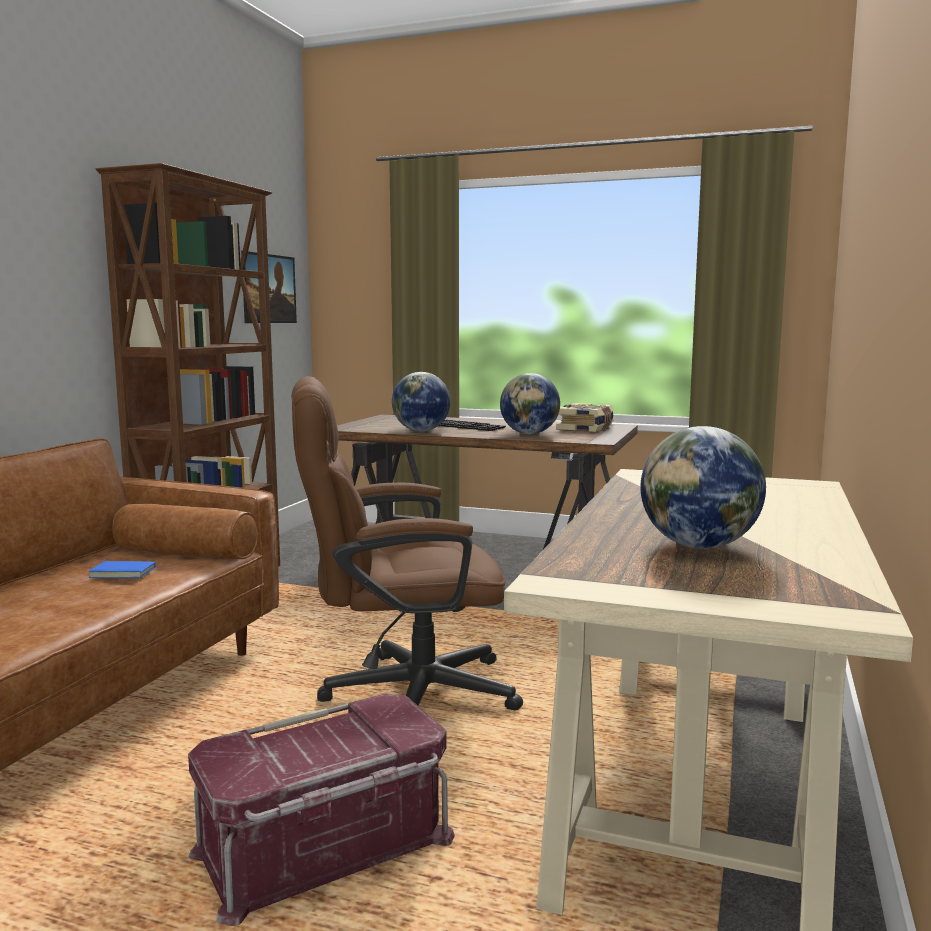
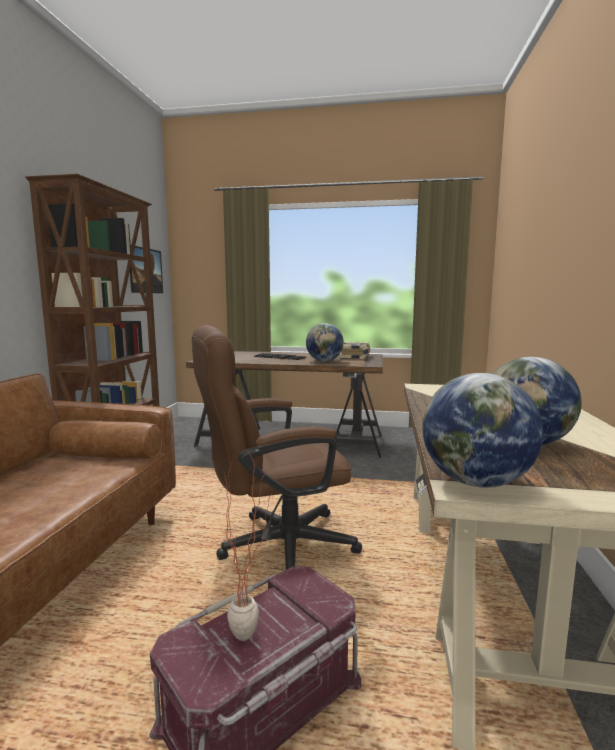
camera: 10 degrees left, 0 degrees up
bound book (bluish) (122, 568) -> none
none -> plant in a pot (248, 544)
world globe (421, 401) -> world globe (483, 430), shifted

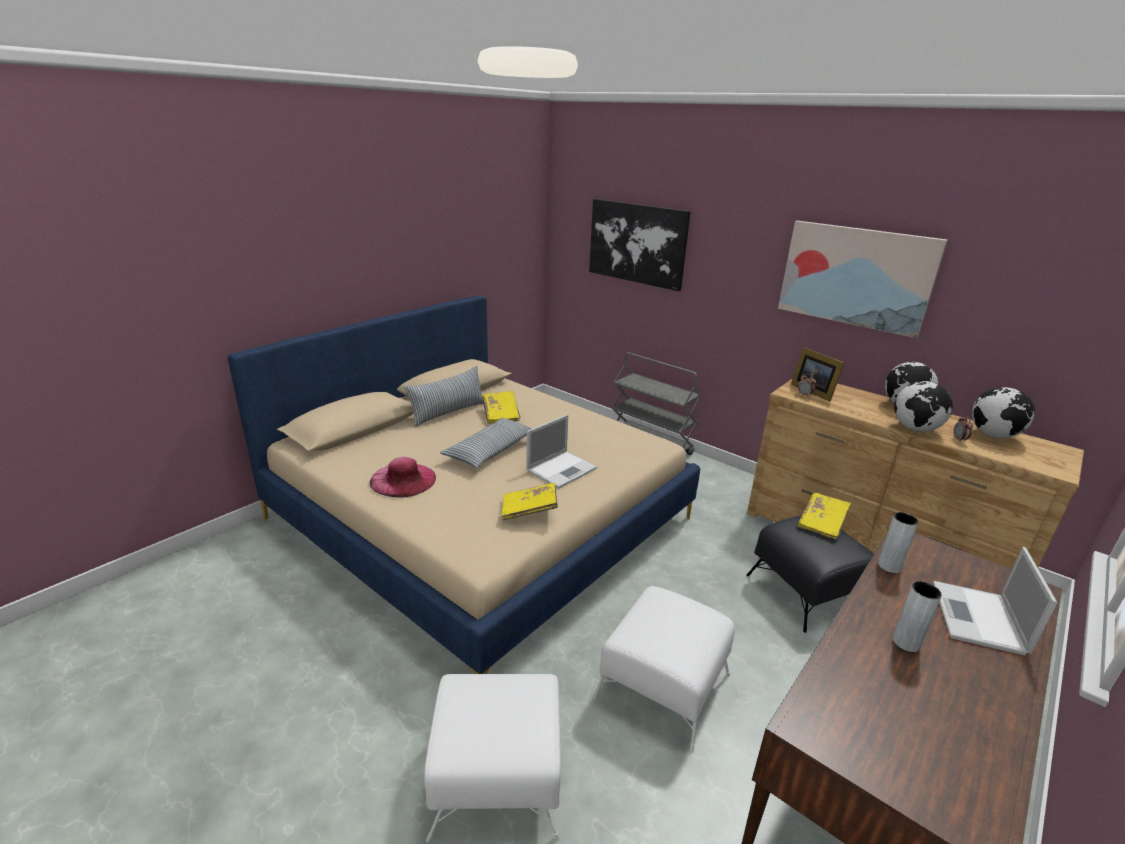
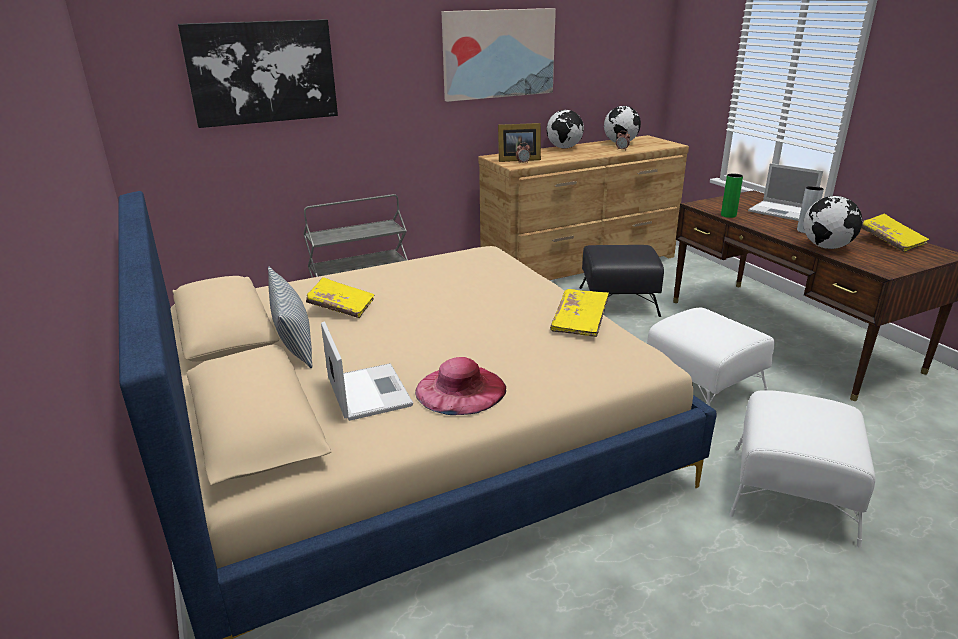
camera: 65 degrees left, 0 degrees up
throw pillow (486, 442) -> none
notebook computer (561, 452) -> notebook computer (367, 371), shifted
bound book (yellowish) (824, 516) -> bound book (yellowish) (895, 233), shifted
world globe (923, 406) -> world globe (832, 222), shifted
vase (gray) (898, 542) -> vase (green-coloured) (732, 196)

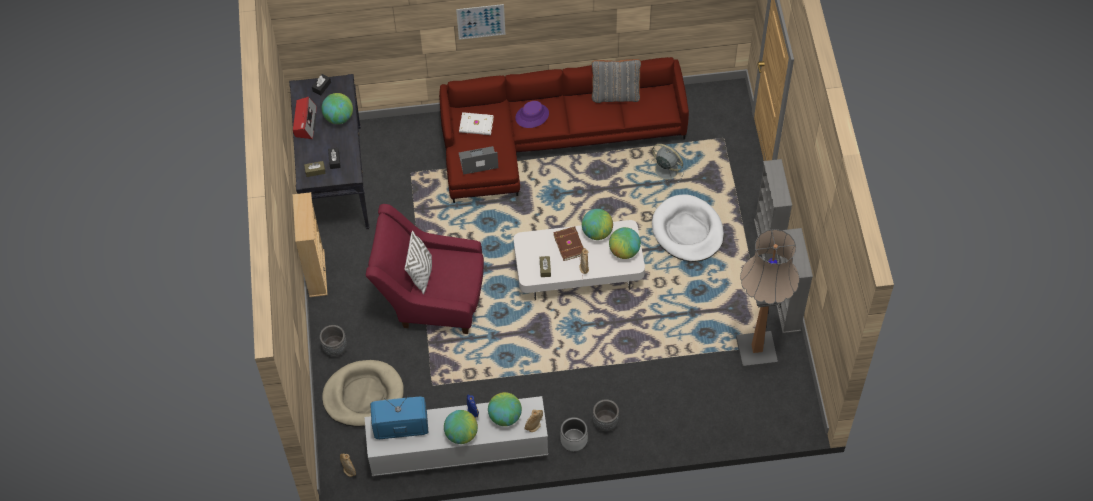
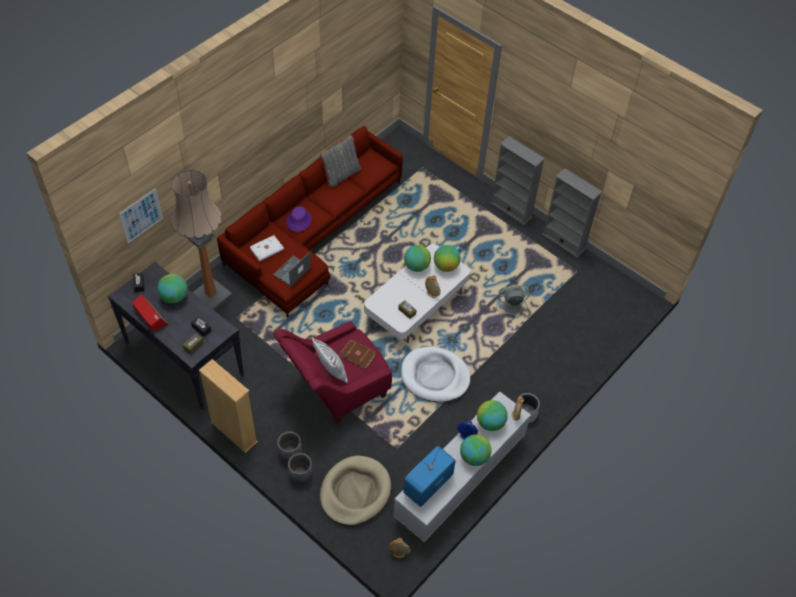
camera: 45 degrees left, 5 degrees down
wall picture (481, 22) -> wall picture (141, 215), shifted
bound book (brownish) (568, 243) -> bound book (brownish) (358, 354), shifted
flower pot (gray) (606, 415) -> flower pot (gray) (289, 446), shifted
fan (gray) (666, 163) -> fan (gray) (513, 302), shifted
dog bed (white) (688, 228) -> dog bed (white) (436, 374), shifted
standing lamp (767, 299) -> standing lamp (201, 240), shifted

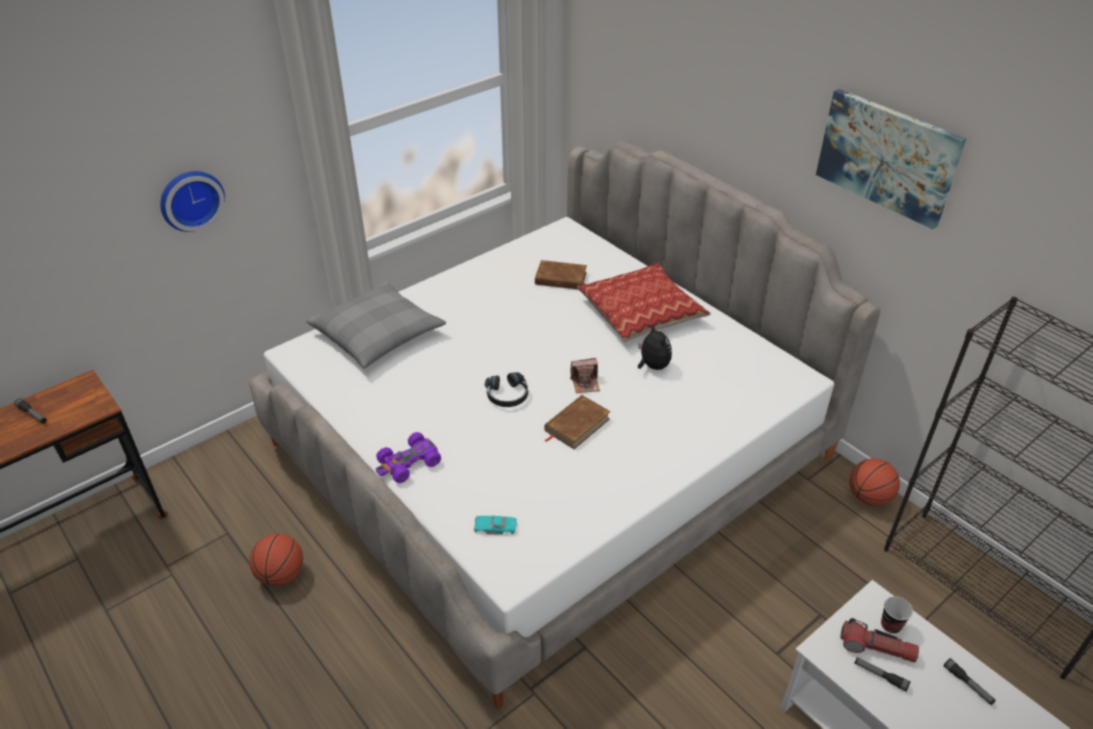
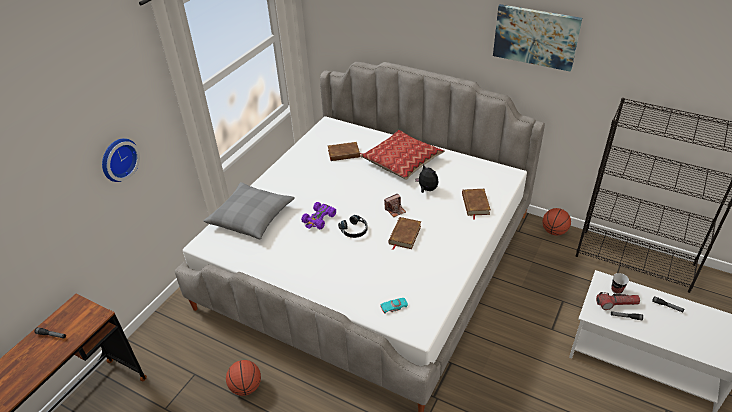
camera: 20 degrees left, 0 degrees up
none -> bound book (brownish) (476, 204)
model car (purple-coloured) (408, 457) -> model car (purple-coloured) (318, 215), shifted

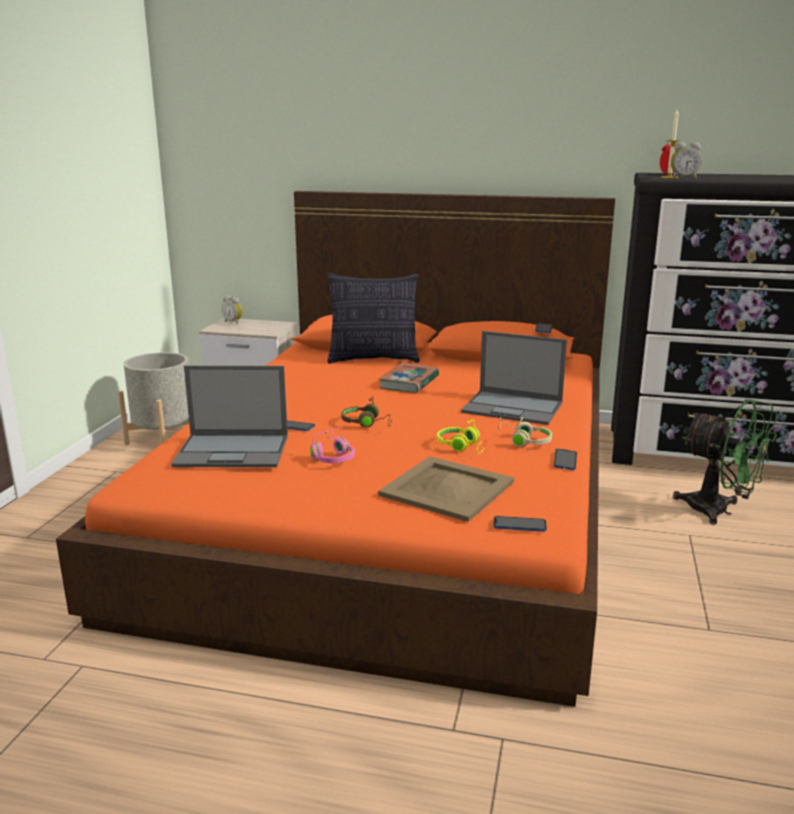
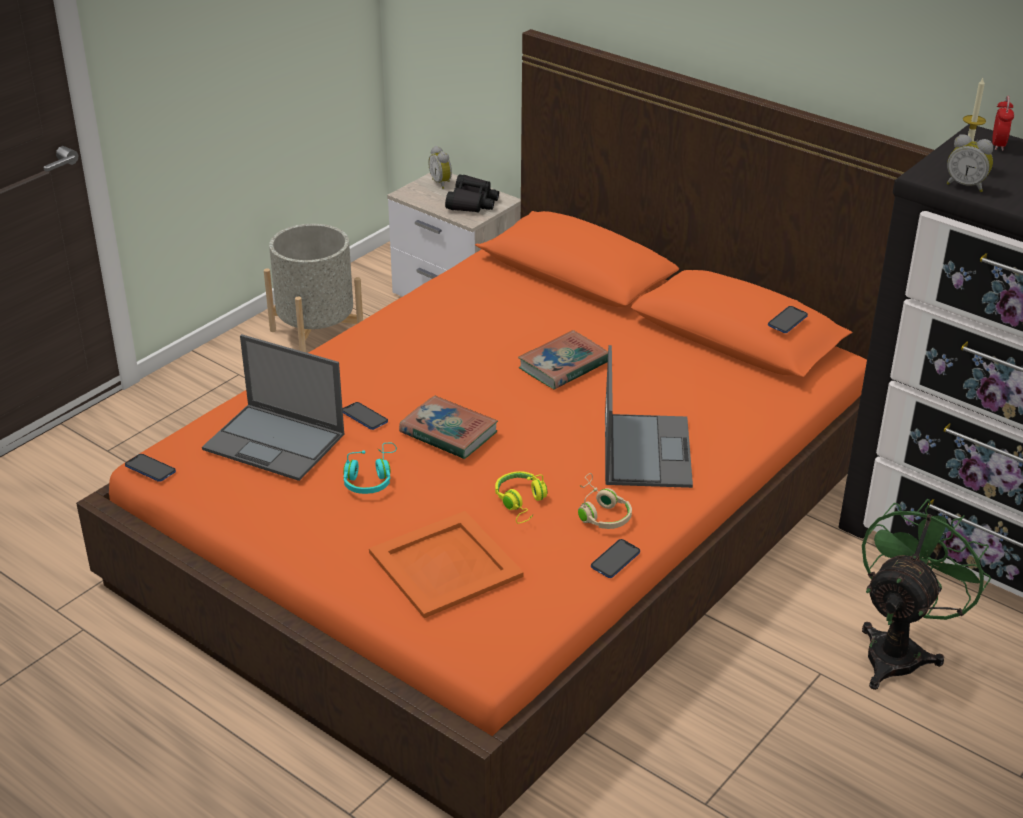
camera: 25 degrees right, 15 degrees up
throw pillow (373, 318) -> none
none -> pair of binoculars (blackish) (472, 194)
handset (520, 524) -> handset (150, 468), shifted
headphones (brownish) (366, 412) -> bound book (448, 427)
headphones (pink) (332, 445) -> headphones (blue-green) (370, 468)
carrying tray (beige-coloured) (446, 489) -> carrying tray (orangey) (446, 564)
notebook computer (514, 378) -> notebook computer (649, 416), 135 degrees counterclockwise
fan (green-coloured) (725, 462) -> fan (green-coloured) (926, 594), 120 degrees counterclockwise

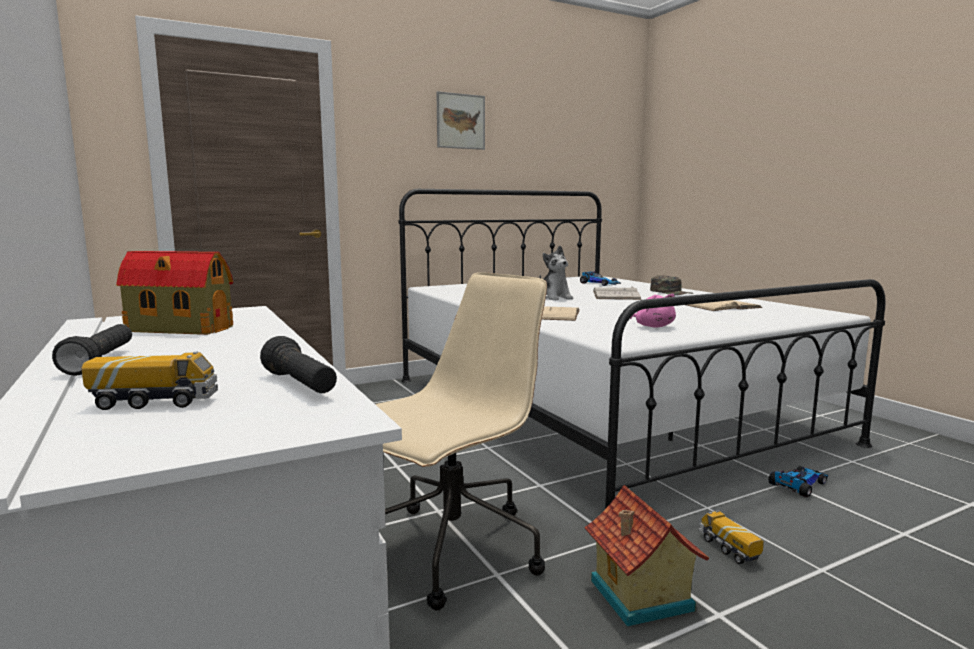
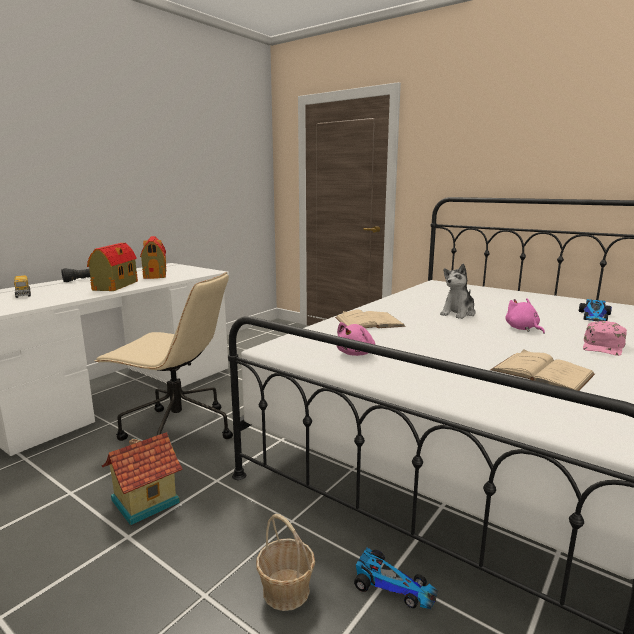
camera: 65 degrees right, 5 degrees up
hand torch (blackish) (298, 364) -> none
wall picture (460, 120) -> none
model truck (731, 537) -> none
none -> miniature house (112, 267)
none -> storage basket (285, 562)
bound book (white) (617, 293) -> cuddly toy (pink) (525, 316)
cap (green-coloured) (671, 285) -> cap (pink) (605, 338)

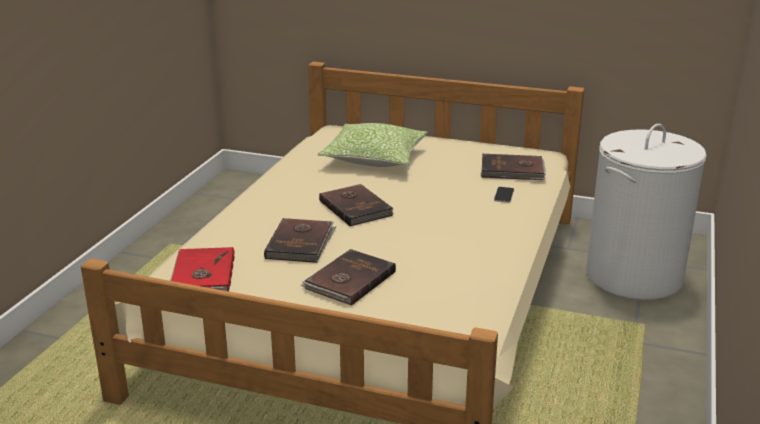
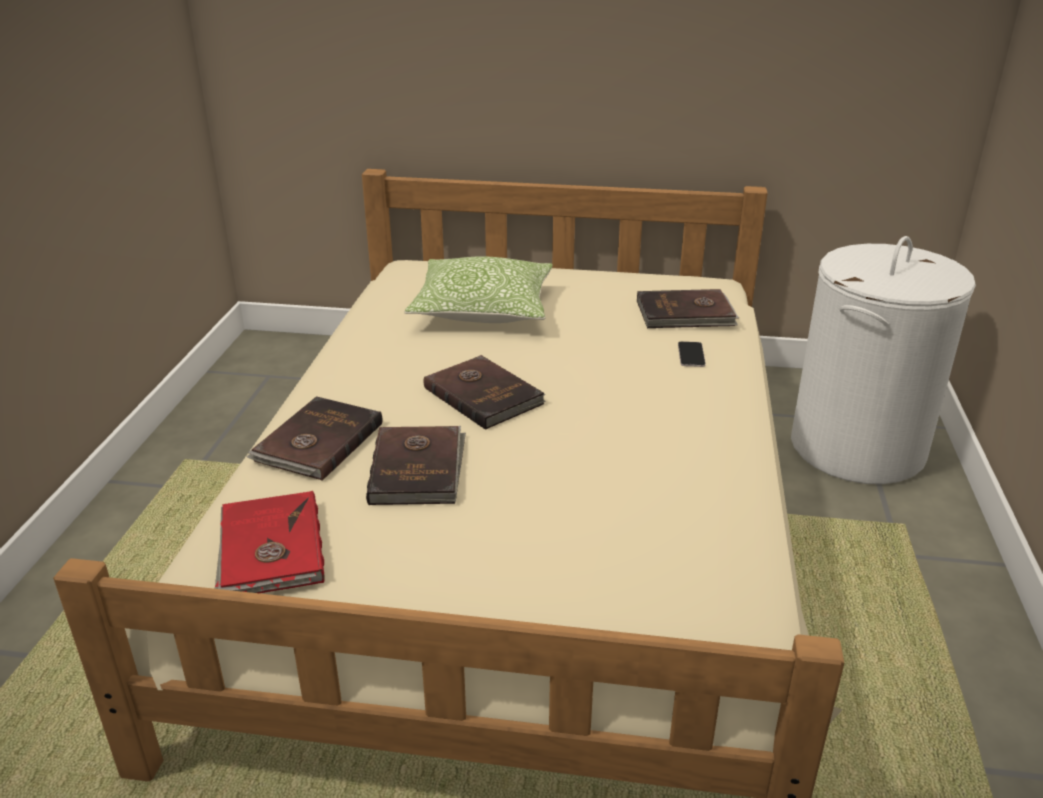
camera: 10 degrees left, 5 degrees up
bound book (brownish) (348, 277) -> bound book (brownish) (314, 438), shifted

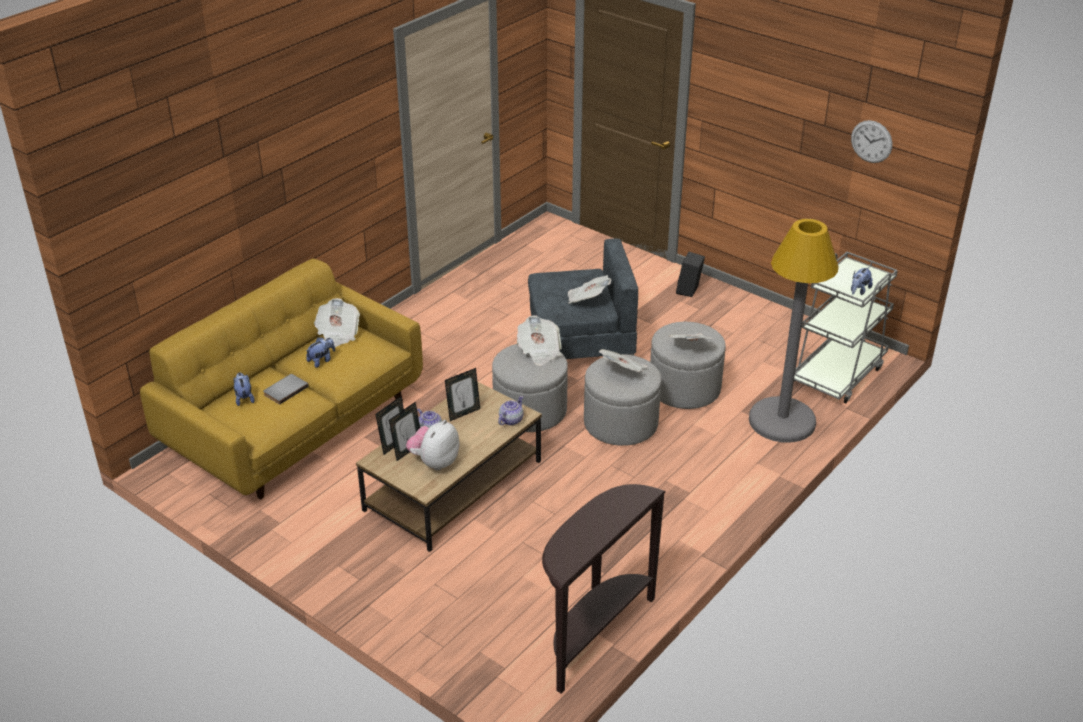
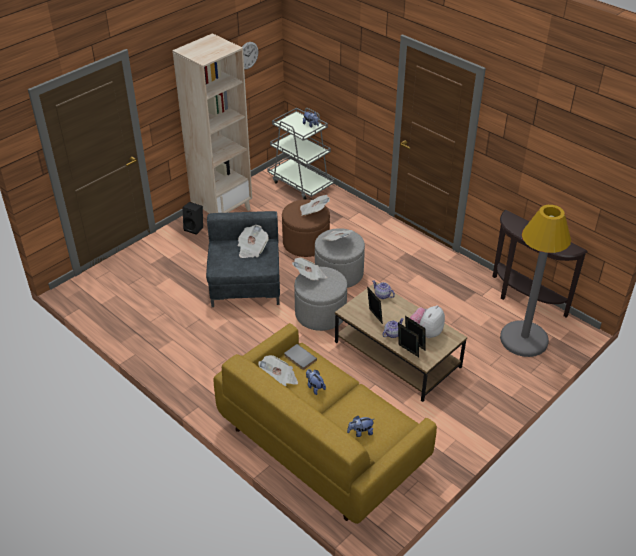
camera: 85 degrees left, 5 degrees up
none -> bookshelf (beige-coloured) (212, 123)
bound book (gray) (286, 389) -> bound book (gray) (300, 357), shifted
standing lamp (gray) (794, 331) -> standing lamp (gray) (535, 281), shifted
ottoman (gray) (688, 365) -> ottoman (brownish) (306, 228)
cuddly toy (433, 445) -> cuddly toy (427, 321), 90 degrees clockwise

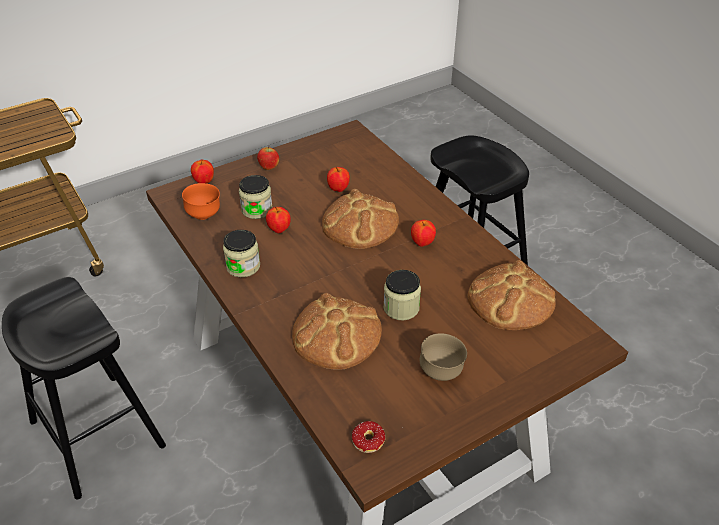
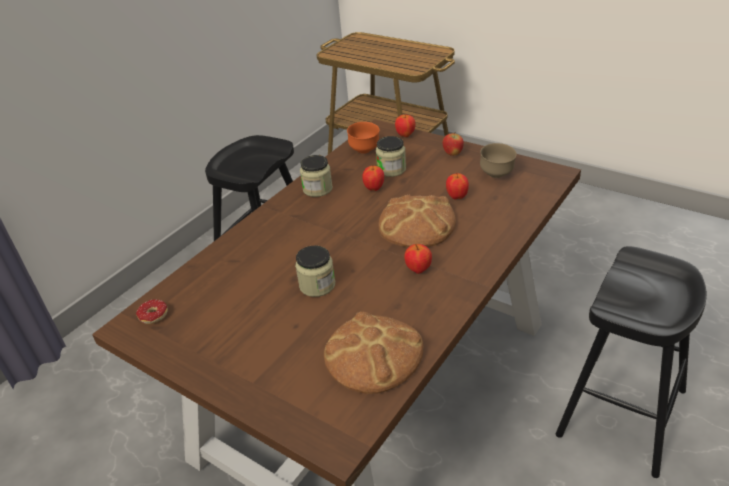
camera: 70 degrees right, 5 degrees down
bread (337, 331) -> none
deep dish (brownish) (443, 357) -> deep dish (brownish) (498, 160), shifted

